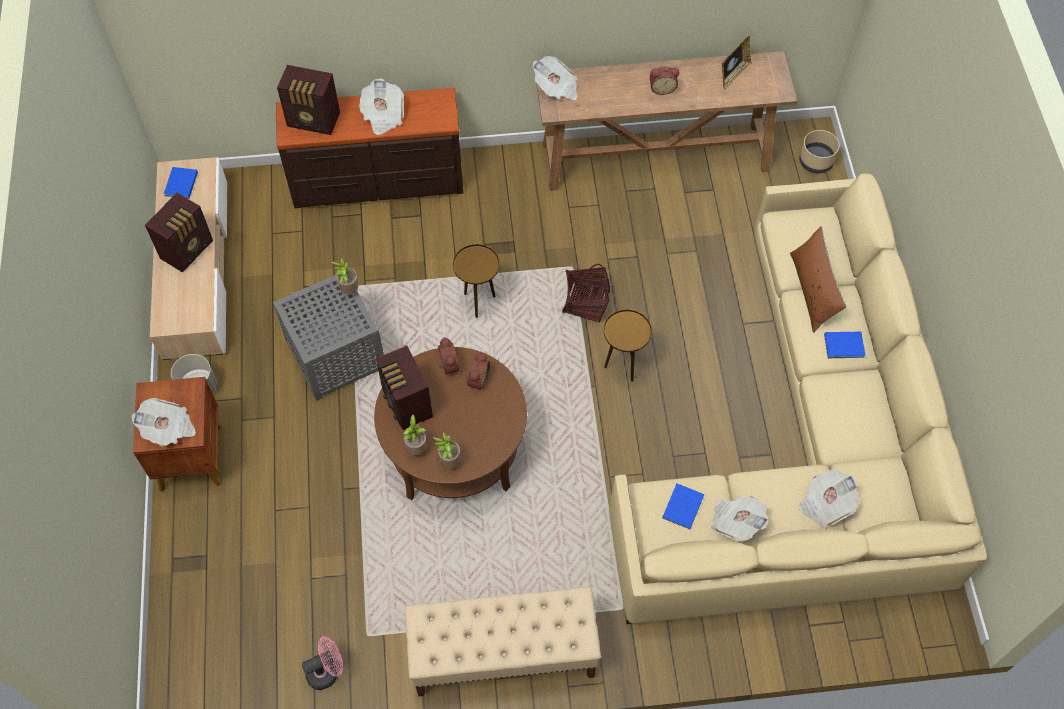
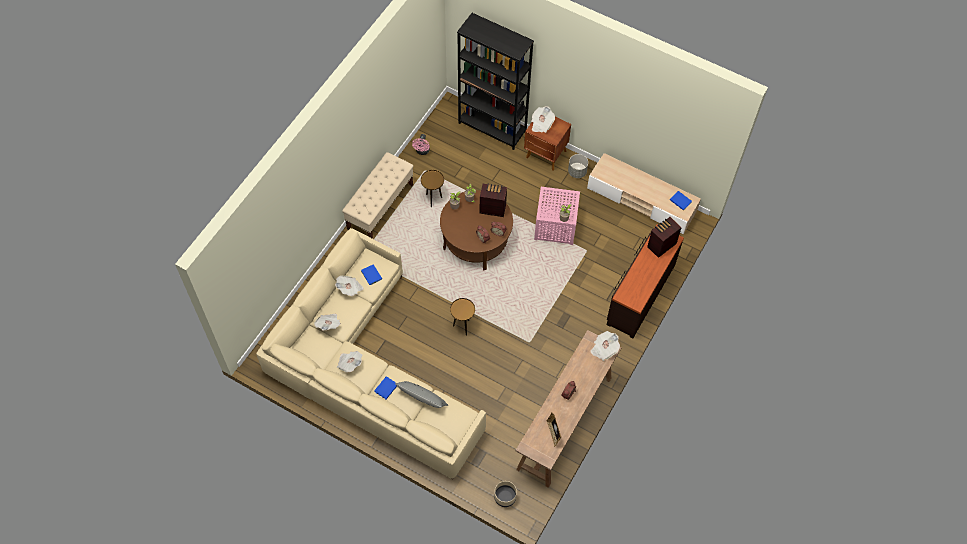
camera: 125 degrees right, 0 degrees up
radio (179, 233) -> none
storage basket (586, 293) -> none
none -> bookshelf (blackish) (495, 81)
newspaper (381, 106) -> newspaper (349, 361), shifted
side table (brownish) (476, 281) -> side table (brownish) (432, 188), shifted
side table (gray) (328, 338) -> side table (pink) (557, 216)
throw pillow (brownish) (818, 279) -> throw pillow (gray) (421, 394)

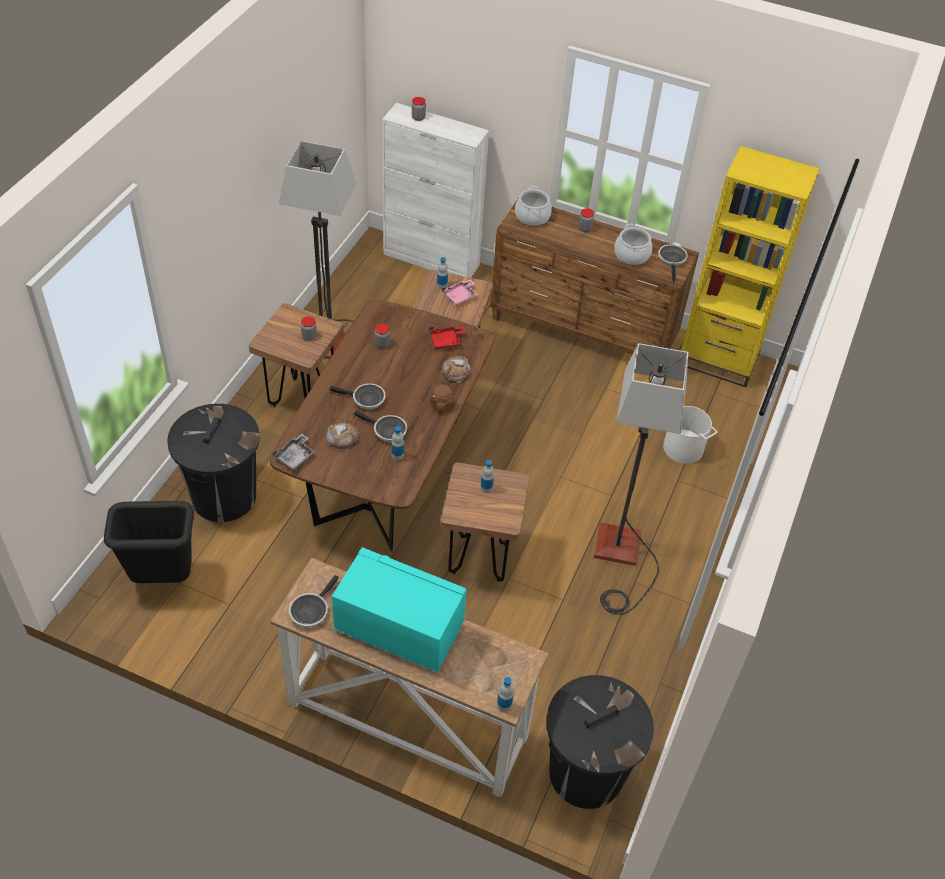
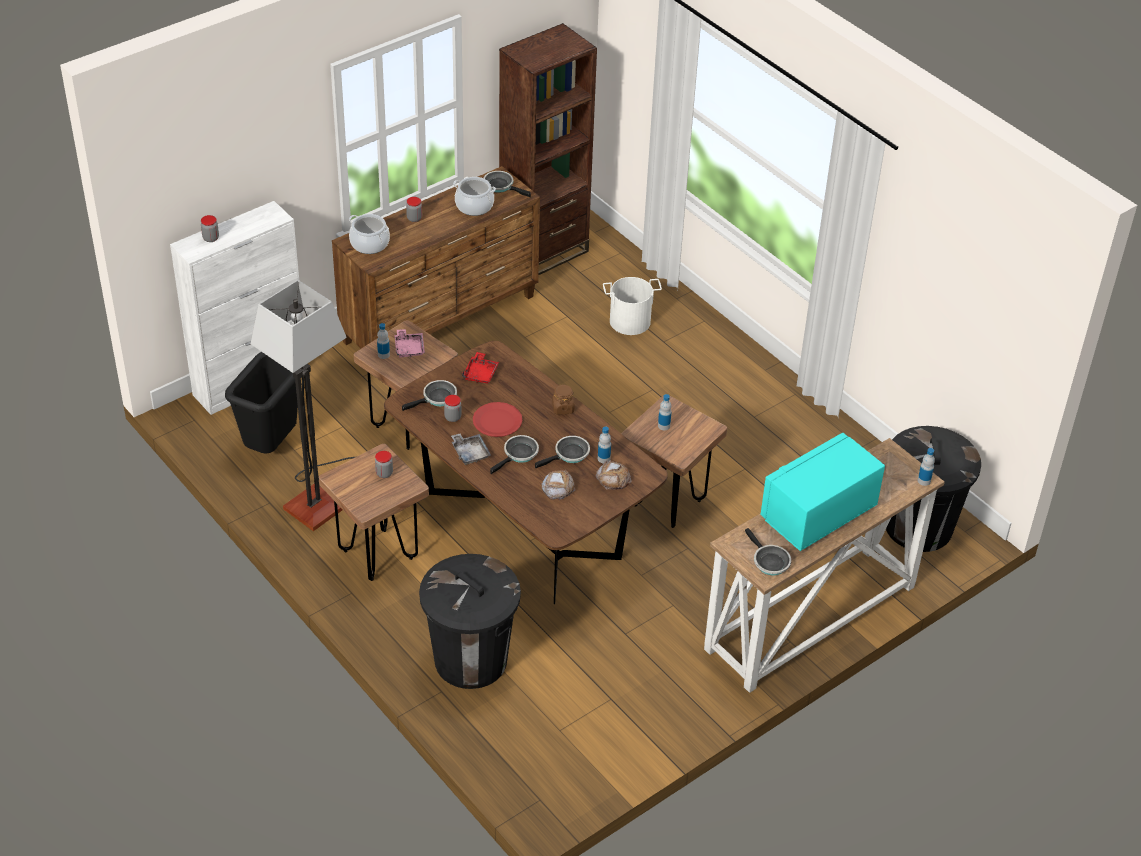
camera: 60 degrees left, 5 degrees down
standing lamp (641, 479) -> none
none -> skillet (429, 395)
none -> plate (red) (497, 419)
trash can (blackish) (149, 542) -> trash can (blackish) (261, 403), shifted
carrying tray (gray) (293, 452) -> carrying tray (gray) (471, 449), shifted
bread (456, 370) -> bread (613, 475), shifted
bookshelf (yellowish) (750, 266) -> bookshelf (brownish) (548, 149)

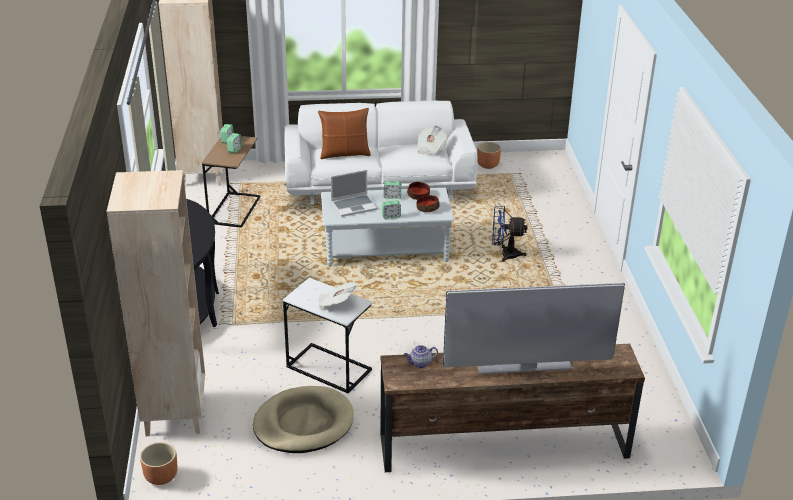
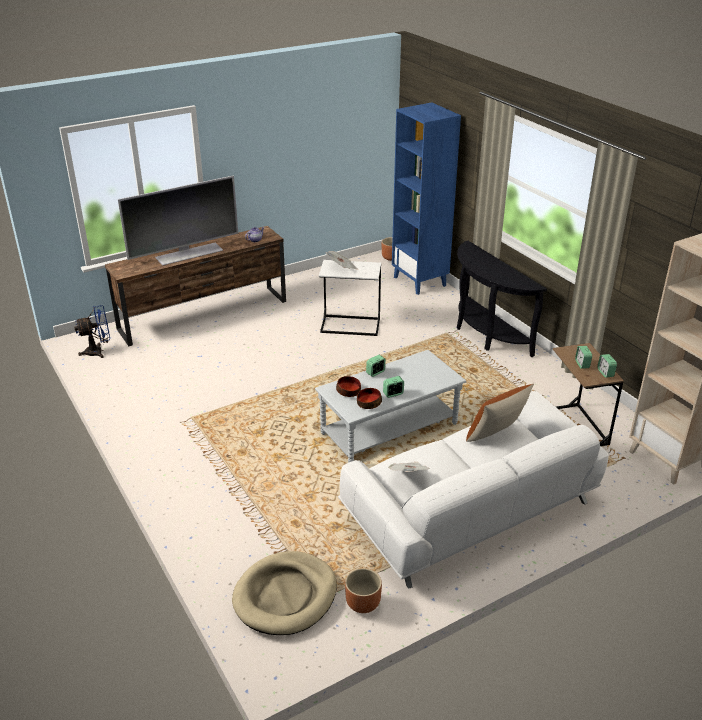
camera: 155 degrees right, 0 degrees up
notebook computer (354, 193) -> none
dog bed (beige-coloured) (303, 419) -> dog bed (beige-coloured) (284, 593), shifted
fan (bluish) (510, 234) -> fan (bluish) (92, 331), shifted
bookshelf (beige-coloured) (155, 303) -> bookshelf (bluish) (426, 198)

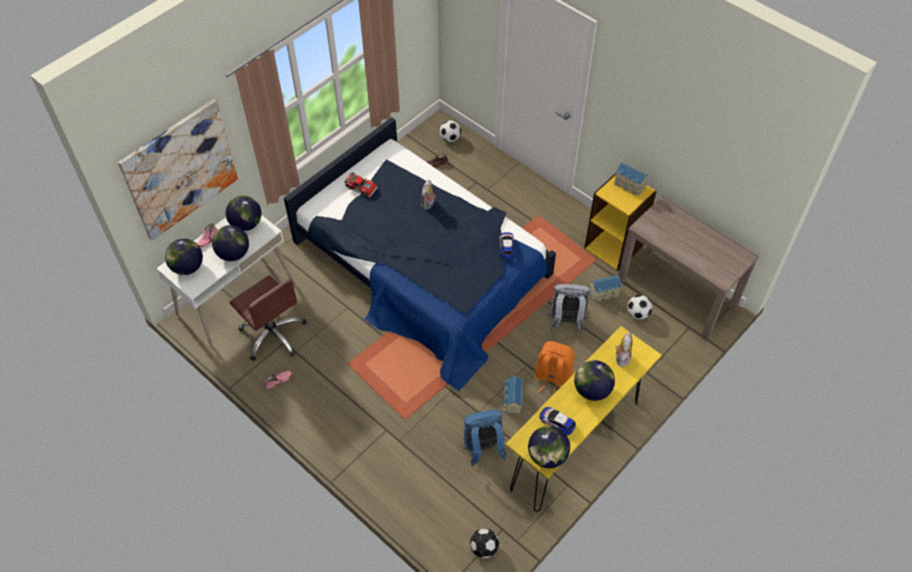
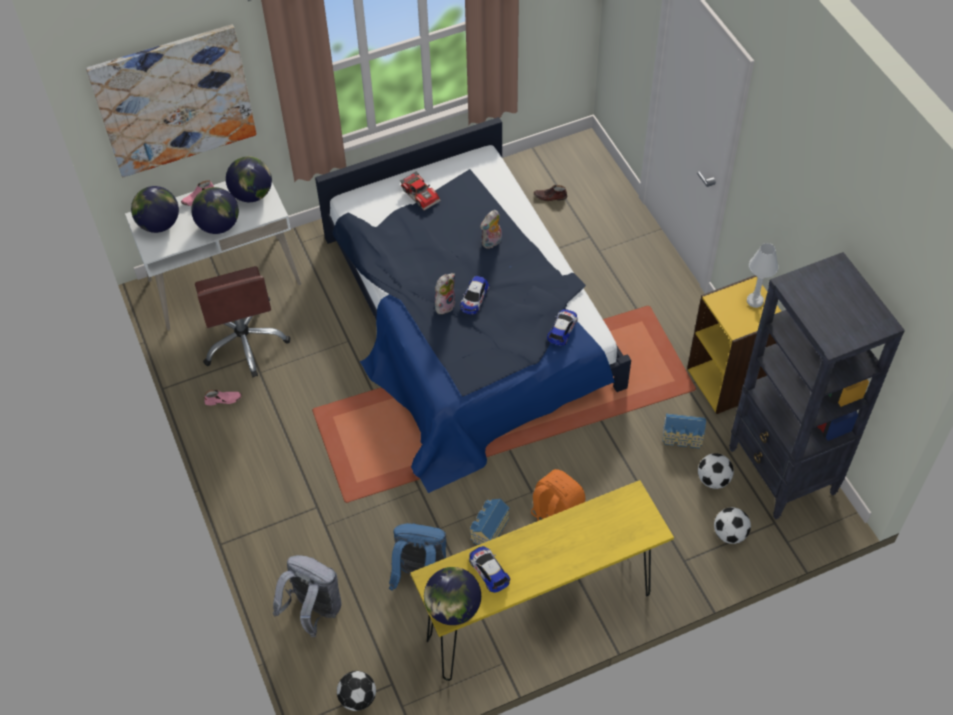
camera: 25 degrees right, 0 degrees up
world globe (594, 380) -> none
none -> model car (474, 295)
football ball (450, 131) -> football ball (732, 525), shifted
rucksack (gray) (569, 308) -> rucksack (gray) (307, 596), shifted
cuddly toy (623, 349) -> cuddly toy (444, 293), shifted
miniature house (631, 179) -> table lamp (white) (762, 275)
narrow table (brownish) (688, 268) -> bookshelf (blackish) (817, 386)

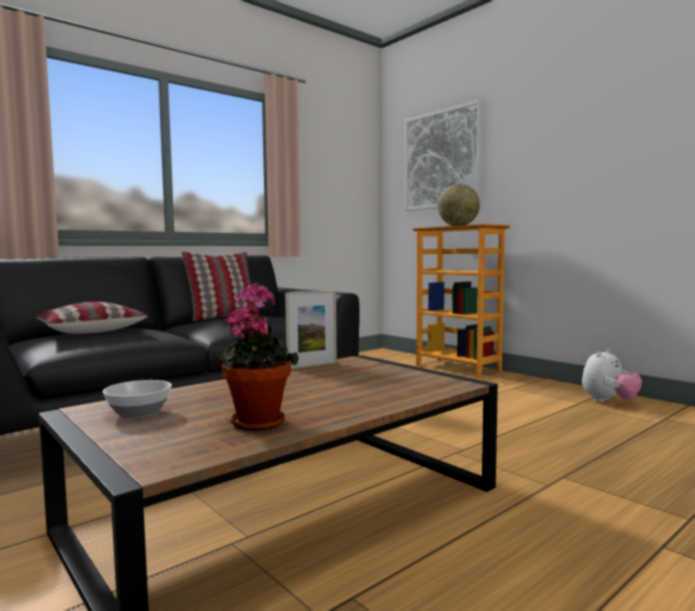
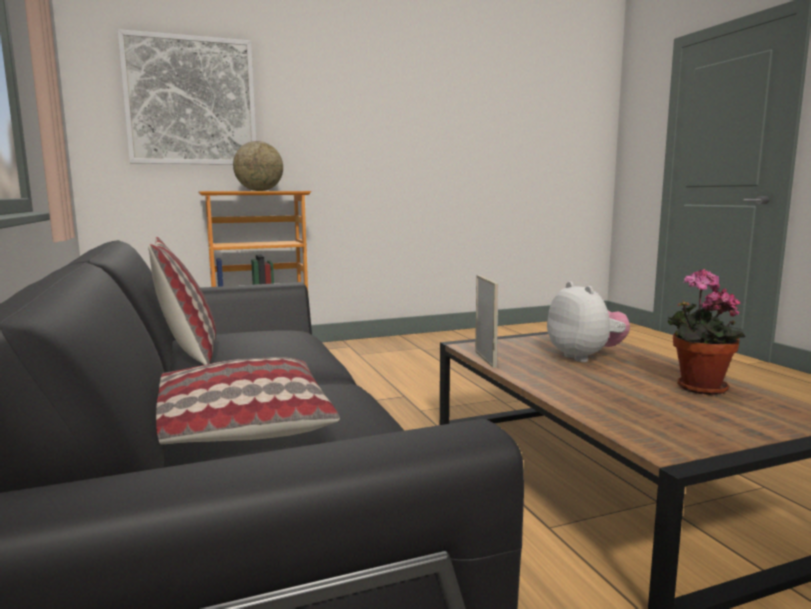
camera: 70 degrees left, 5 degrees up
deep dish (137, 399) -> none
cuddly toy (612, 376) -> cuddly toy (588, 321), shifted

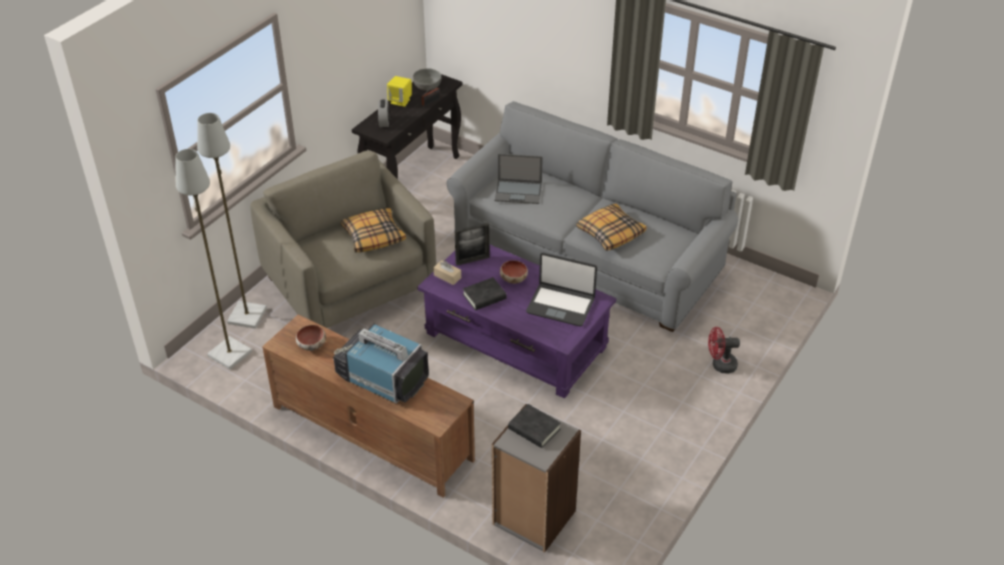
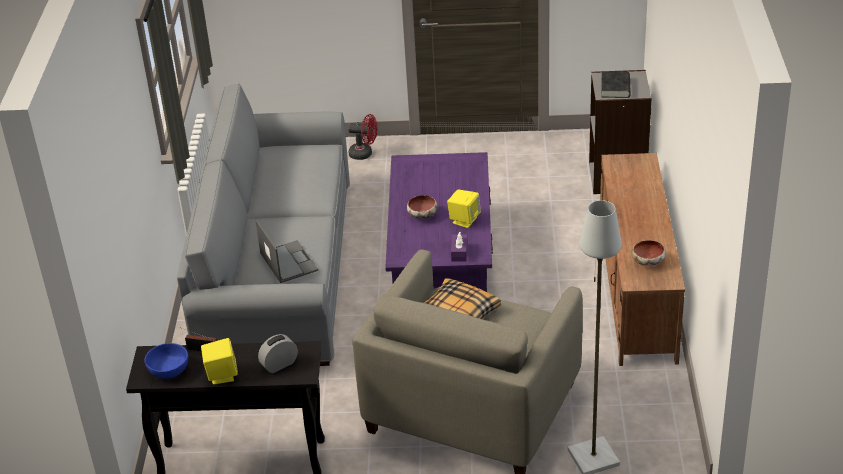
camera: 120 degrees left, 5 degrees down
standing lamp (gray) (214, 259) -> none
TV (381, 363) -> none
photo frame (472, 244) -> none
notebook computer (561, 289) -> none
throw pillow (611, 227) -> none
bound book (blackish) (485, 293) -> audio speaker (yellowish) (464, 208)
deep dish (gray) (427, 79) -> deep dish (bluish) (166, 361)
box of tissues (beige-coloured) (447, 272) -> box of tissues (purple-coloured) (459, 247)
fan (red) (724, 350) -> fan (red) (363, 137), 45 degrees counterclockwise

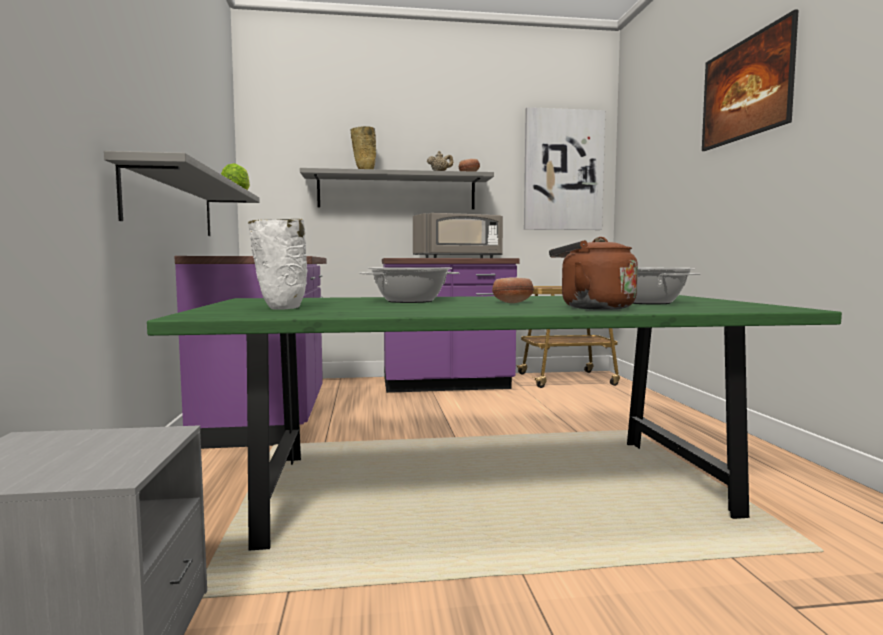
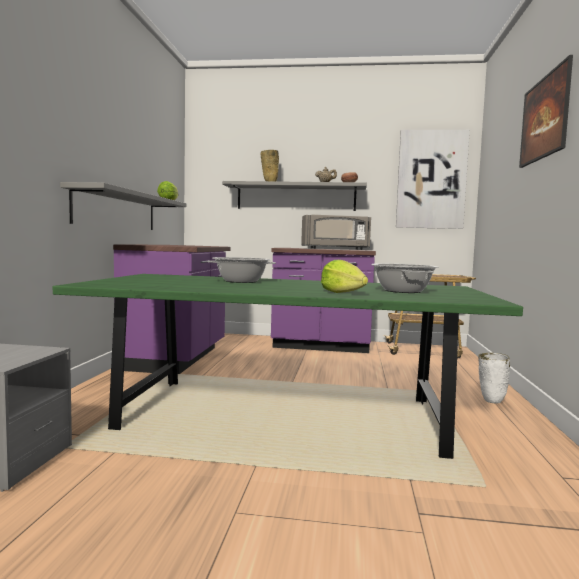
camera: 15 degrees right, 0 degrees up
deep dish (513, 290) -> none
vase (white) (278, 264) -> vase (white) (494, 378), shifted
water kettle (brownish) (593, 273) -> head of lettuce (344, 276)

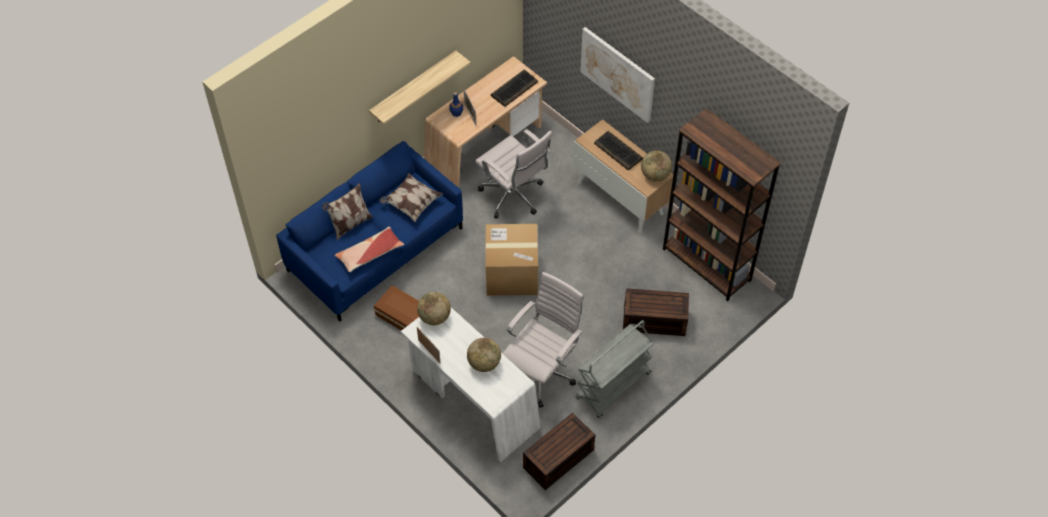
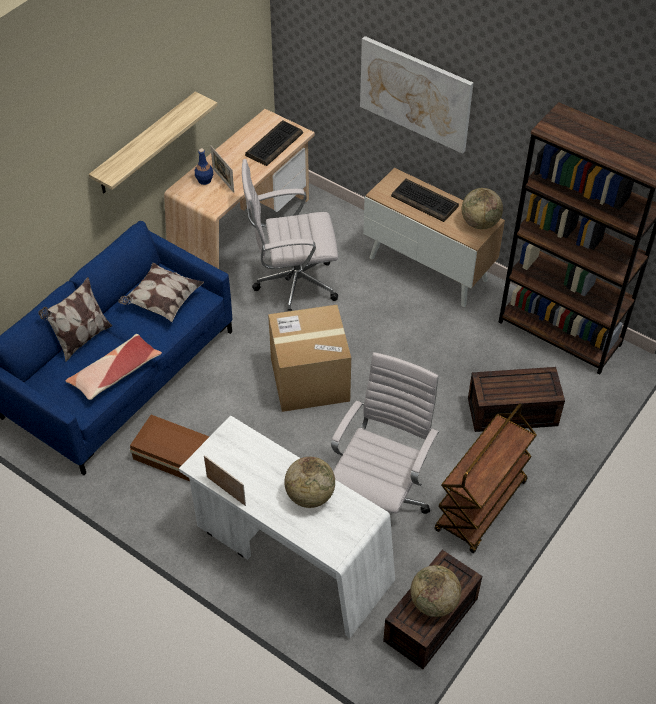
camera: 10 degrees left, 5 degrees down
world globe (434, 308) -> world globe (435, 591), shifted
trolley (gray) (615, 369) -> trolley (brownish) (486, 478)
computer chair (white) (513, 174) -> computer chair (white) (290, 235), 135 degrees clockwise

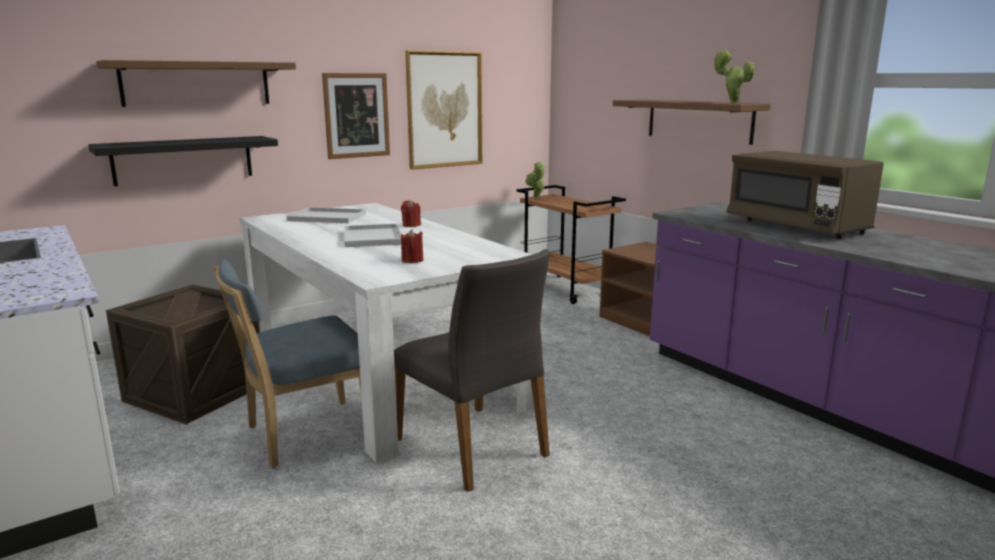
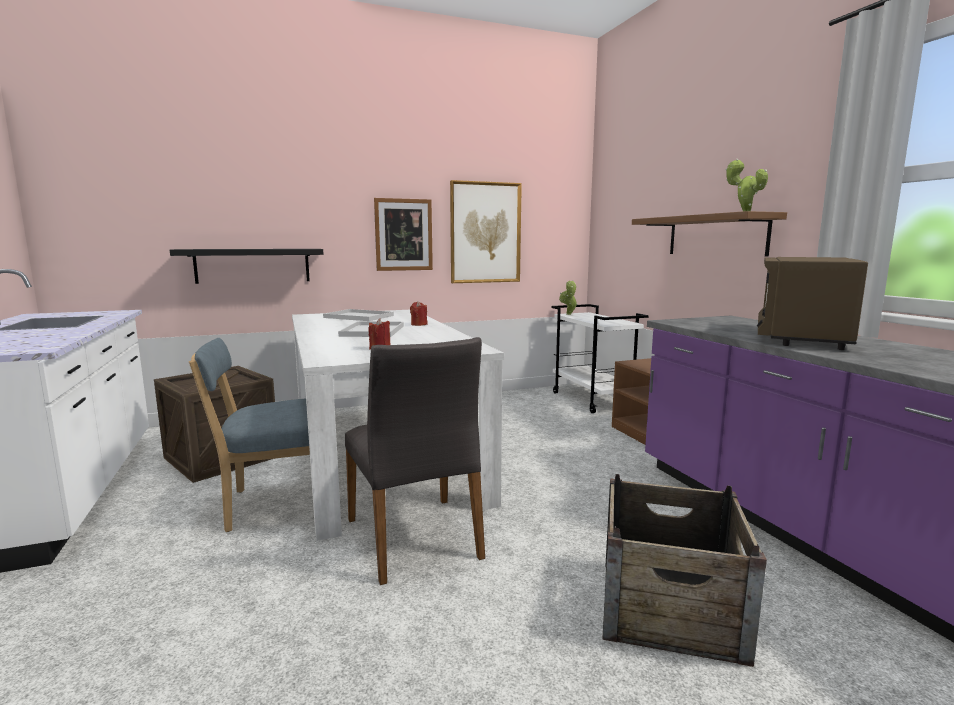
camera: 15 degrees right, 5 degrees down
wall shelf (brownish) (196, 83) -> none
none -> packing crate (685, 570)
trolley (brownish) (571, 244) -> trolley (white) (600, 358)
kitchen microwave (brownish) (805, 195) -> kitchen microwave (brownish) (812, 303), 45 degrees clockwise

